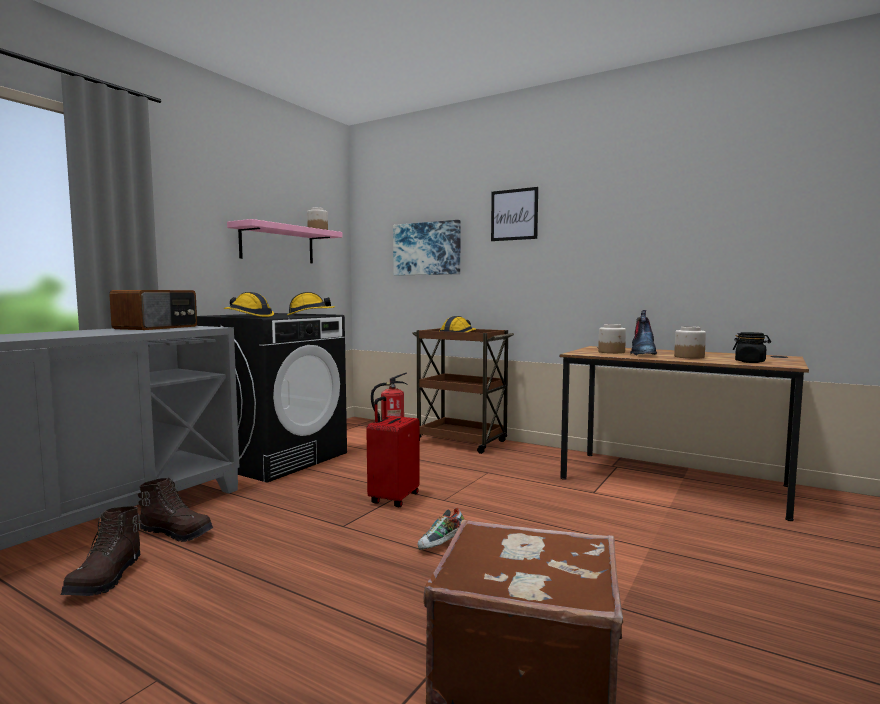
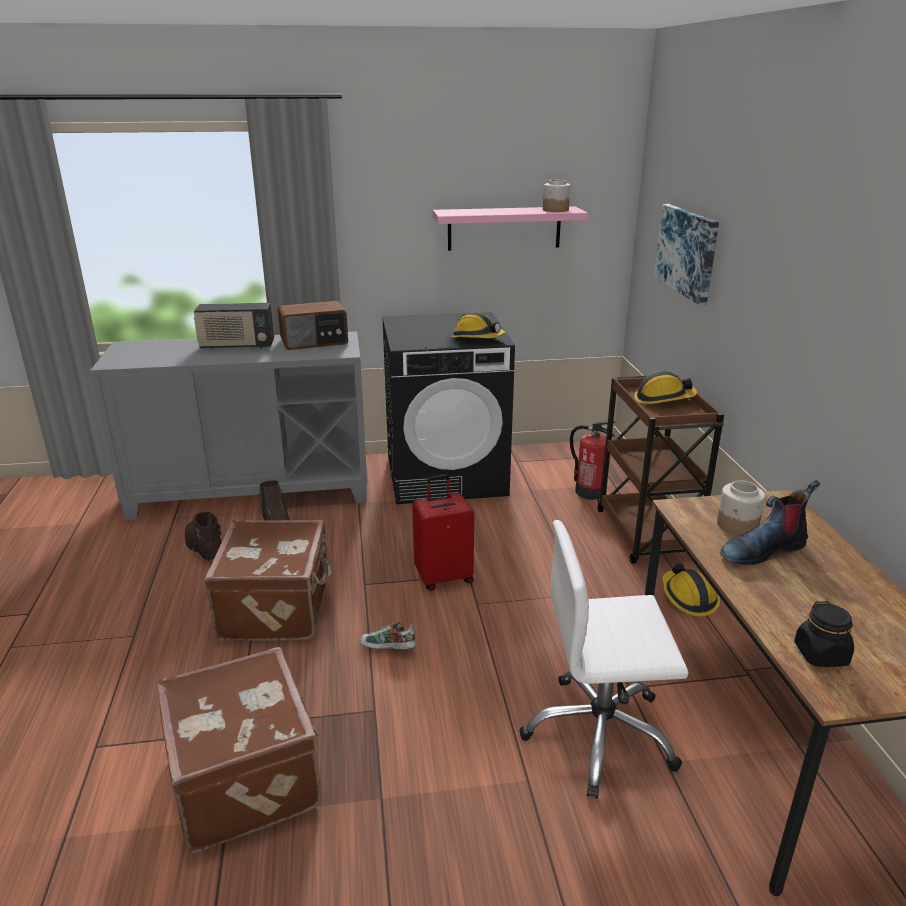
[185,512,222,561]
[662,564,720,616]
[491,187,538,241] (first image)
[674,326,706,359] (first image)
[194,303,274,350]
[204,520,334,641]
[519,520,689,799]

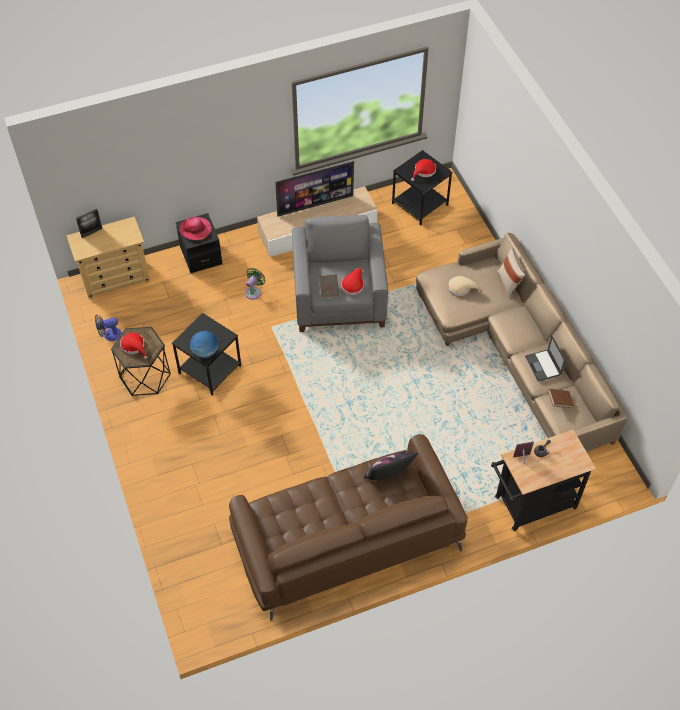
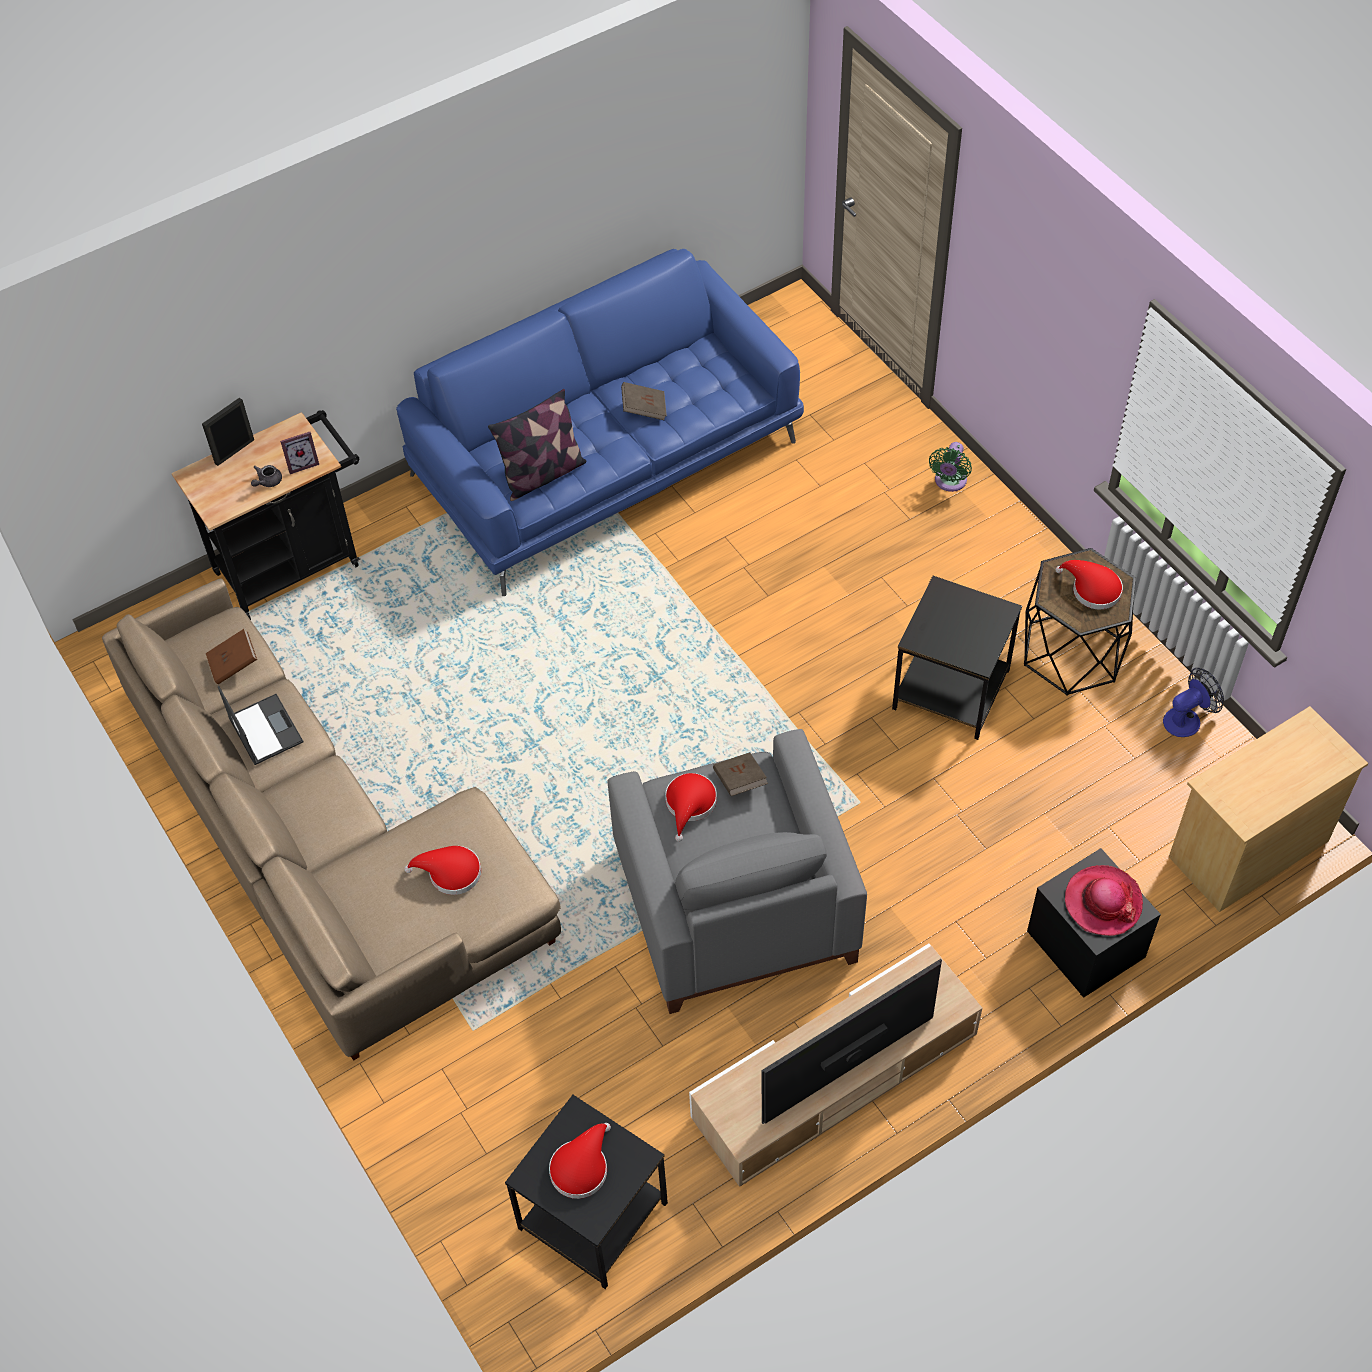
[202,397,254,466]
[190,331,219,359] (first image)
[396,249,804,596]
[929,442,972,492]
[405,846,481,895]
[497,248,526,298] (first image)
[621,382,667,420]

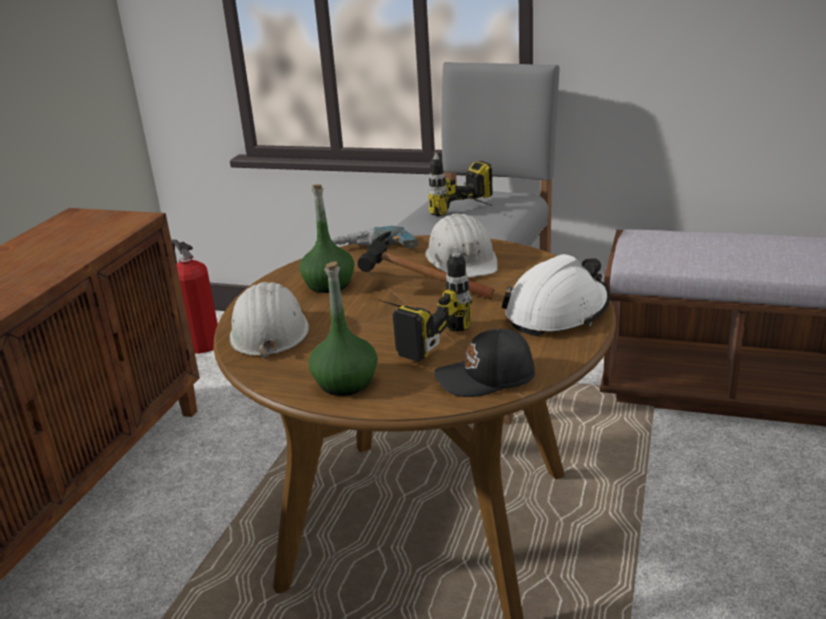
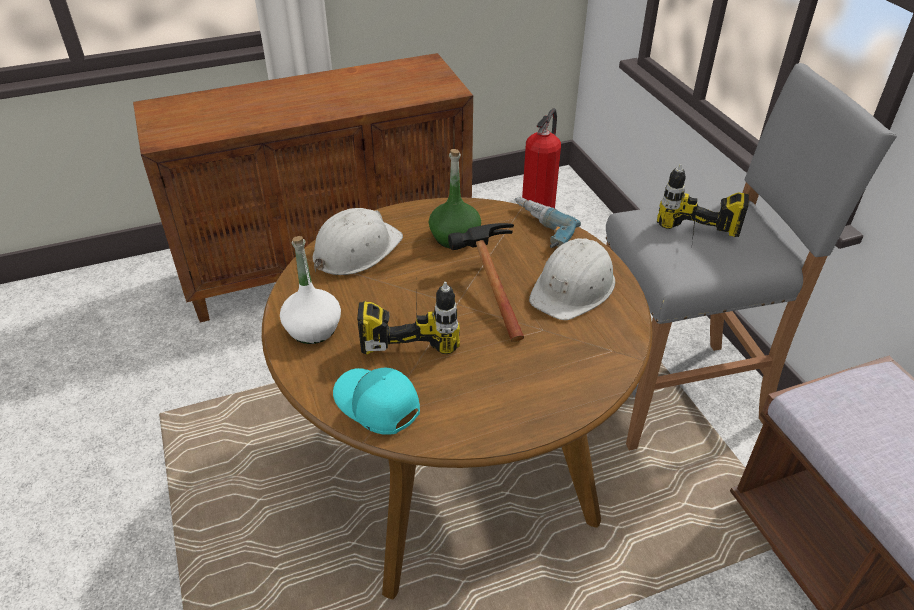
[280,236,341,344]
[333,368,420,435]
[501,254,610,336] (first image)

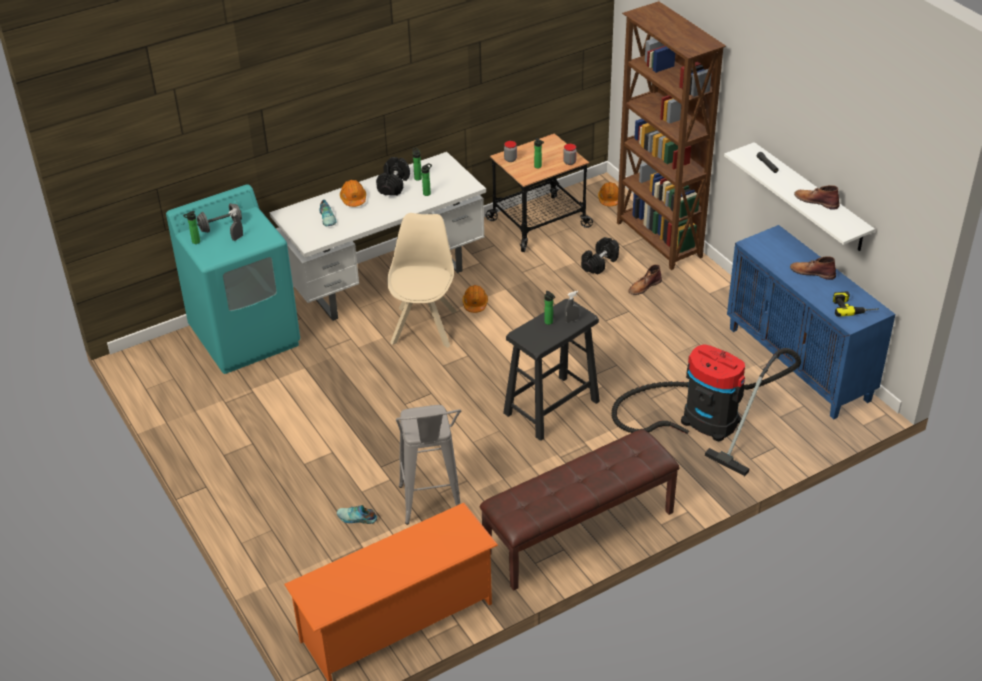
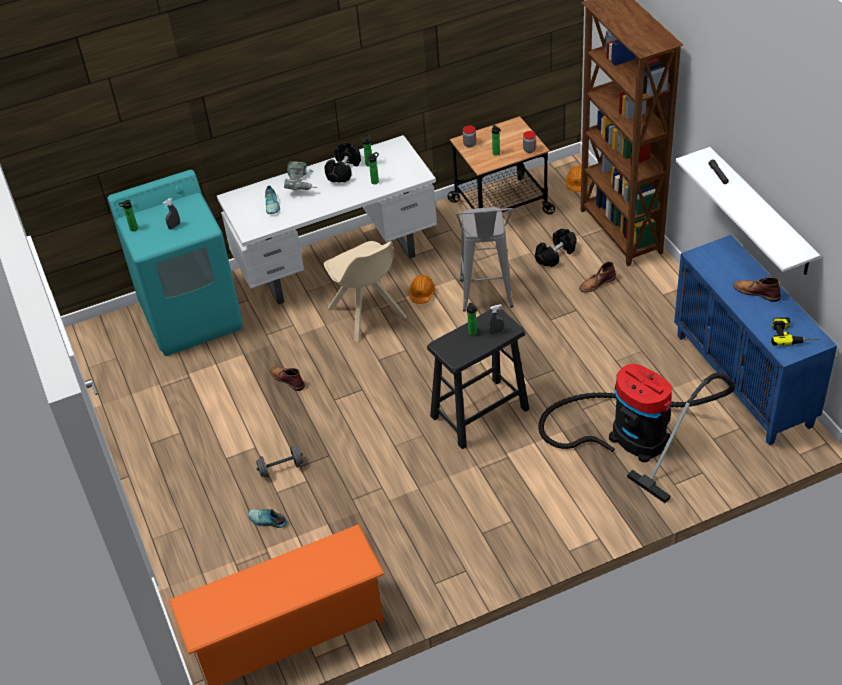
[256,446,303,478]
[284,161,317,190]
[324,241,406,342]
[456,207,513,312]
[480,429,680,591] (first image)
[270,367,305,391]

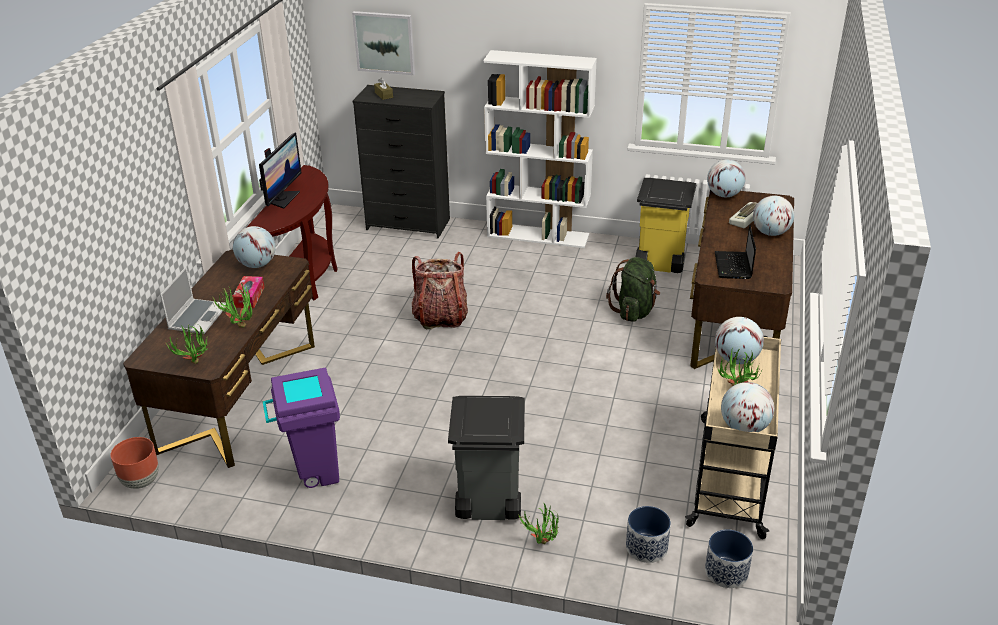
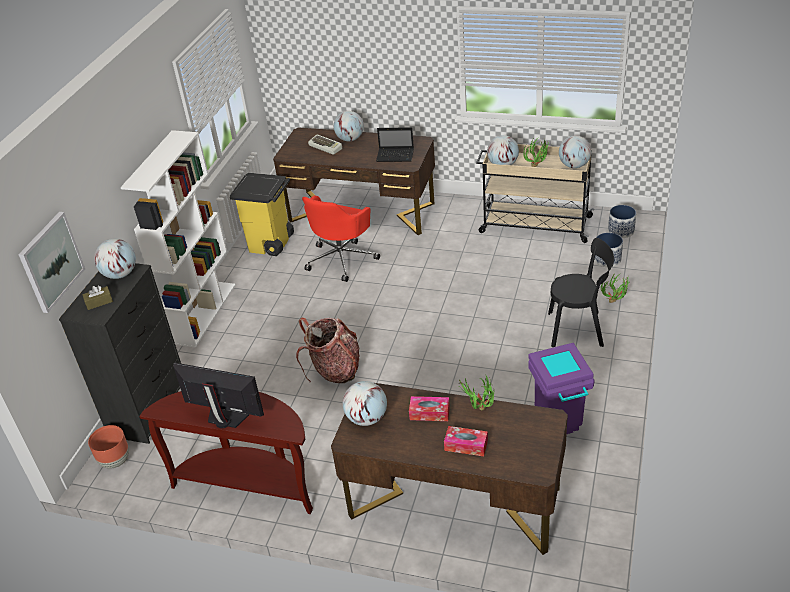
[88,425,129,469]
[444,426,488,456]
[165,325,209,364] (first image)
[548,238,614,347]
[302,196,380,282]
[94,239,136,279]

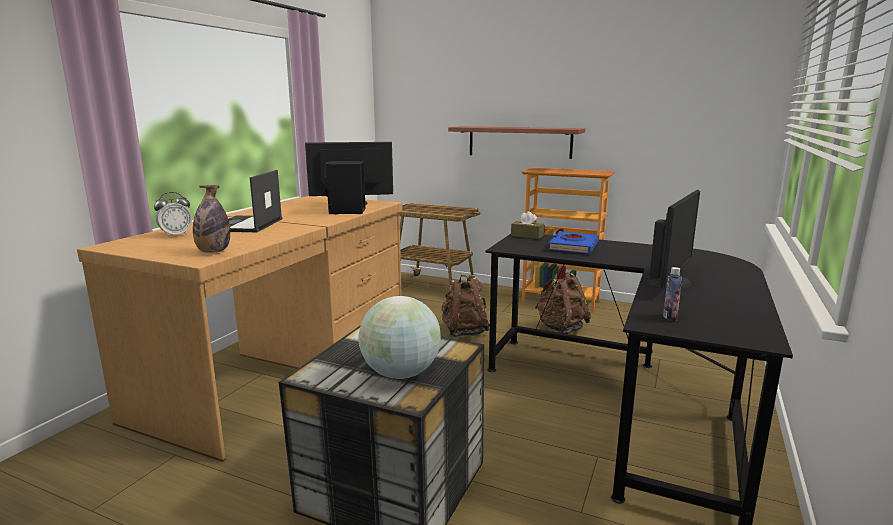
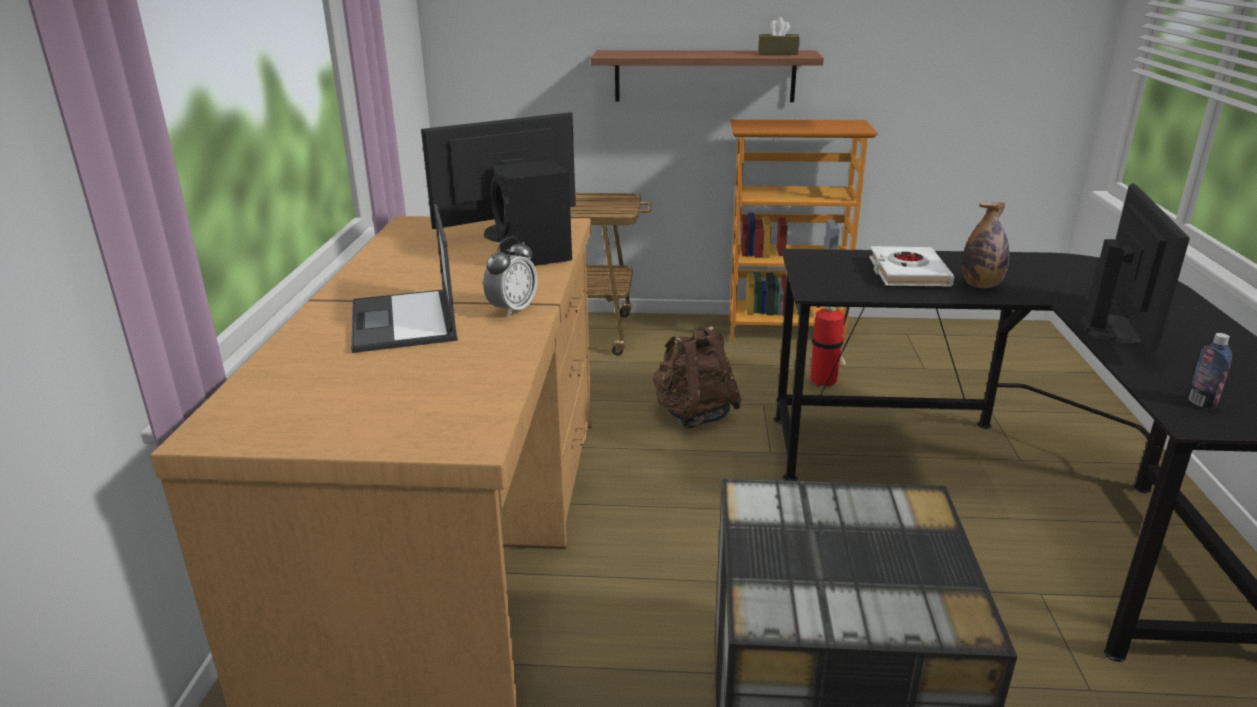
[483,236,538,317]
[962,202,1009,288]
[358,296,441,379] (first image)
[758,17,799,55]
[810,306,849,387]
[869,246,954,287]

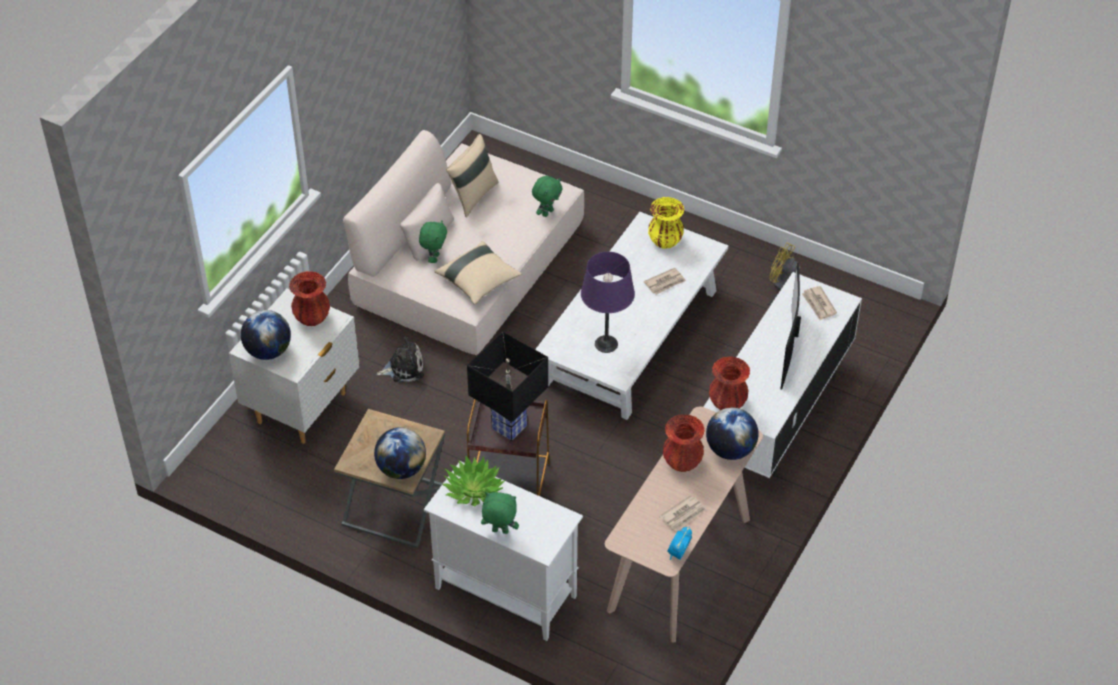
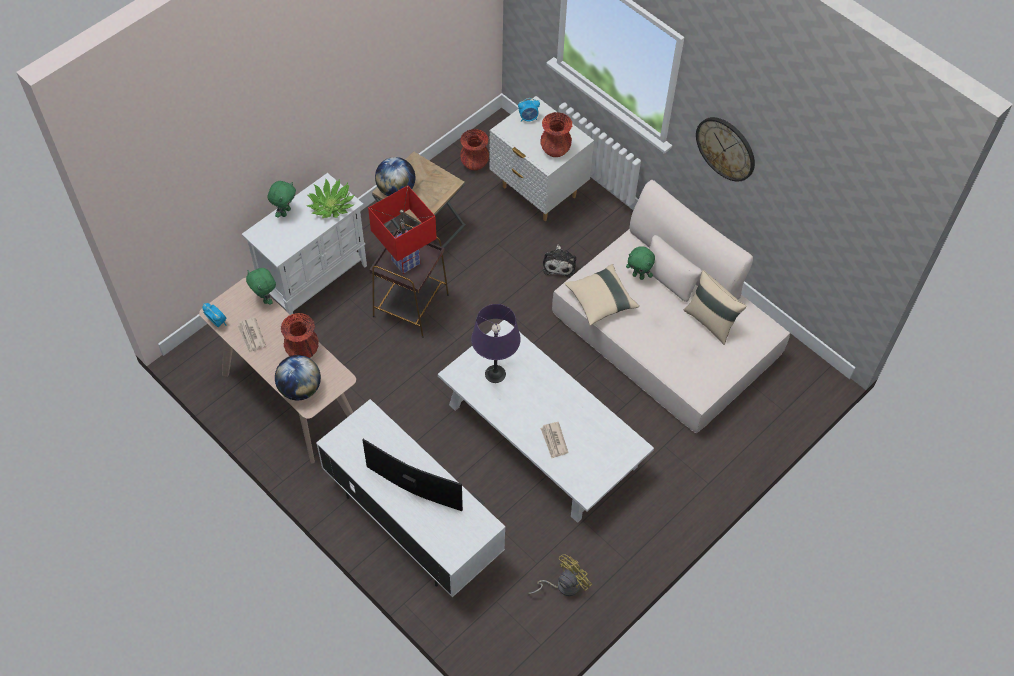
[518,98,540,122]
[368,186,437,274]
[246,268,276,305]
[648,197,684,249] (first image)
[460,129,489,171]
[802,286,837,320] (first image)
[696,117,755,181]

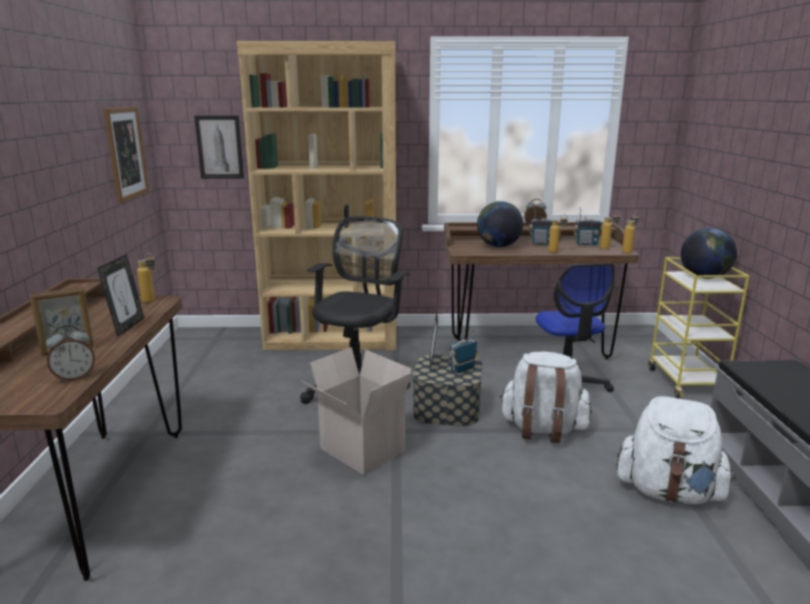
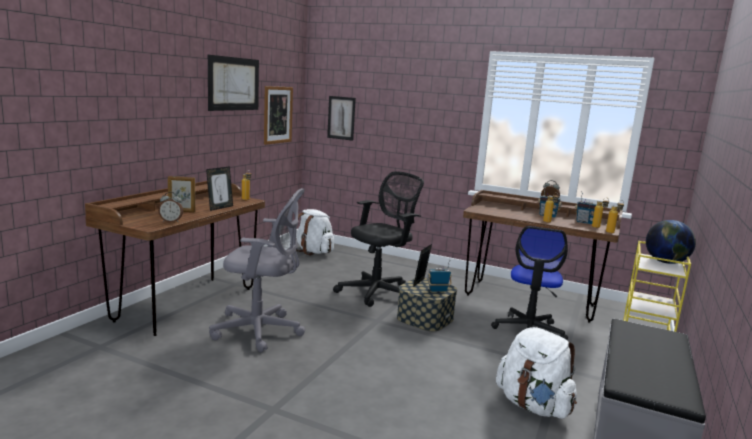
[237,41,397,350] (first image)
[301,347,412,475] (first image)
[477,201,523,247] (first image)
[296,209,334,255]
[208,55,259,111]
[209,188,305,352]

